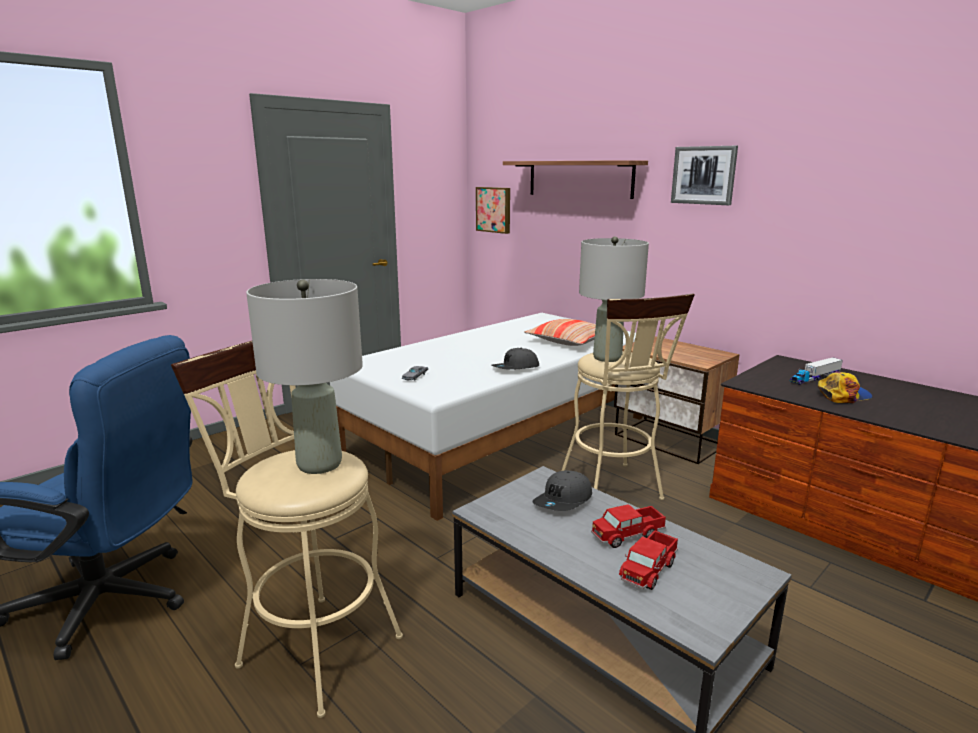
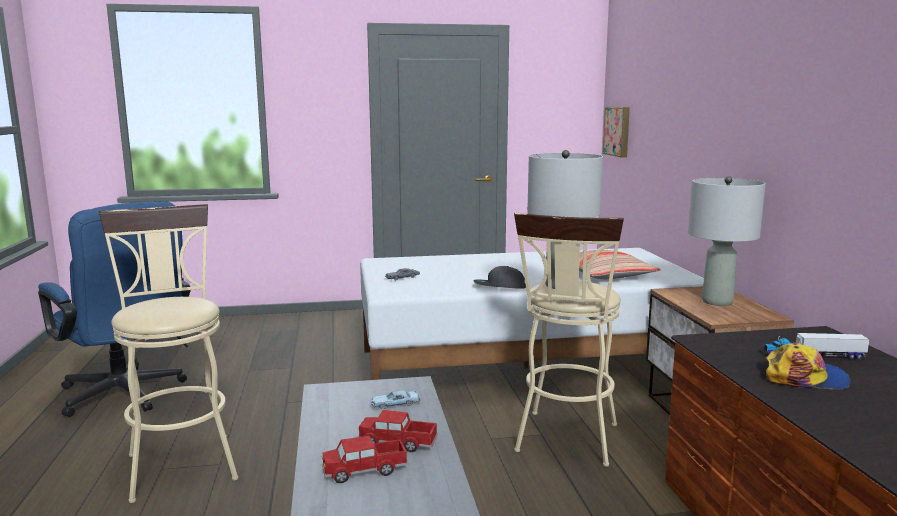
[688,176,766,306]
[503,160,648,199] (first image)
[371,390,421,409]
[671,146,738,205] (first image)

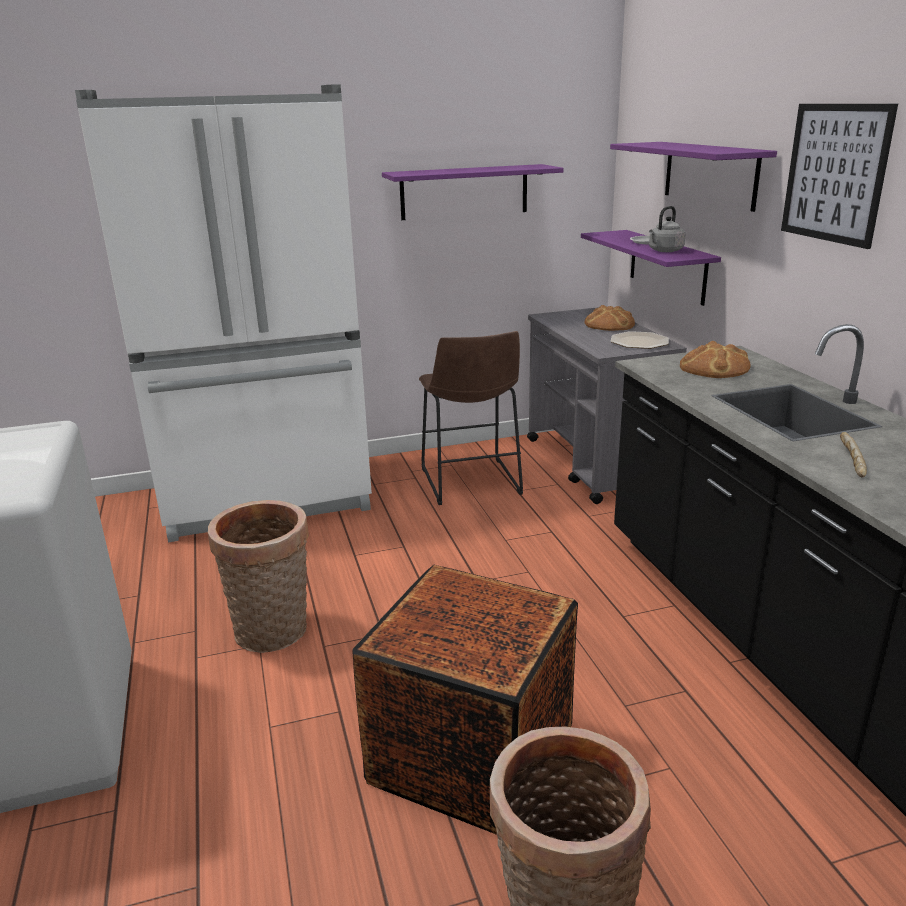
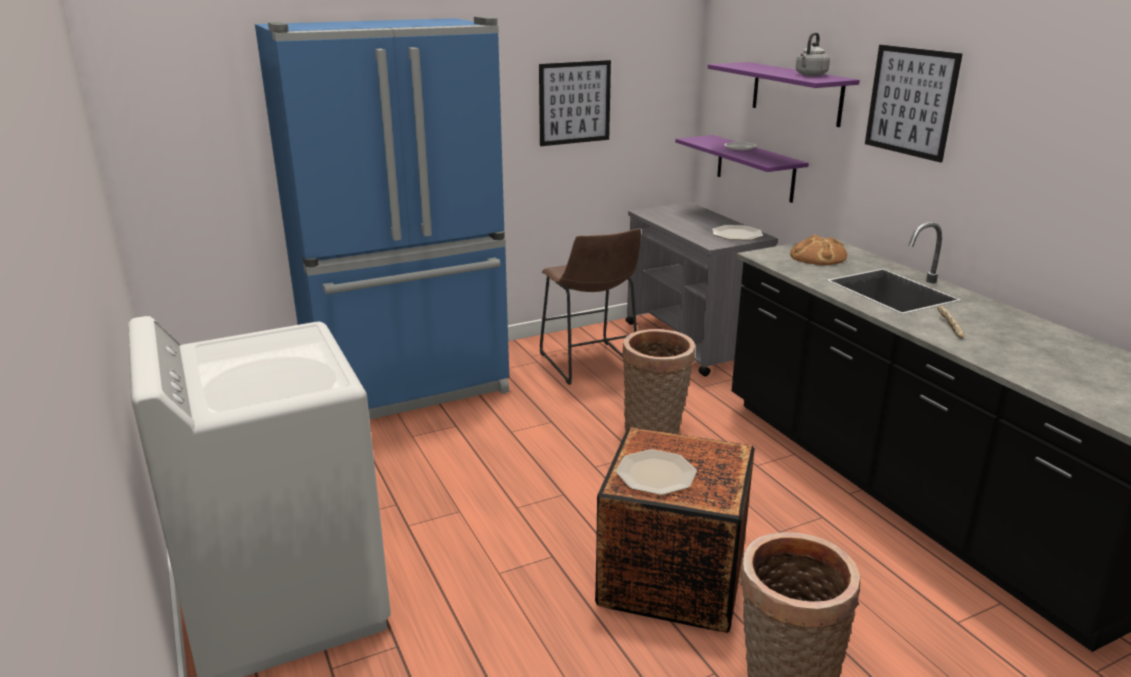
[255,16,509,419]
[622,329,695,434]
[539,60,611,146]
[585,305,635,331] (first image)
[796,32,830,76]
[616,449,697,495]

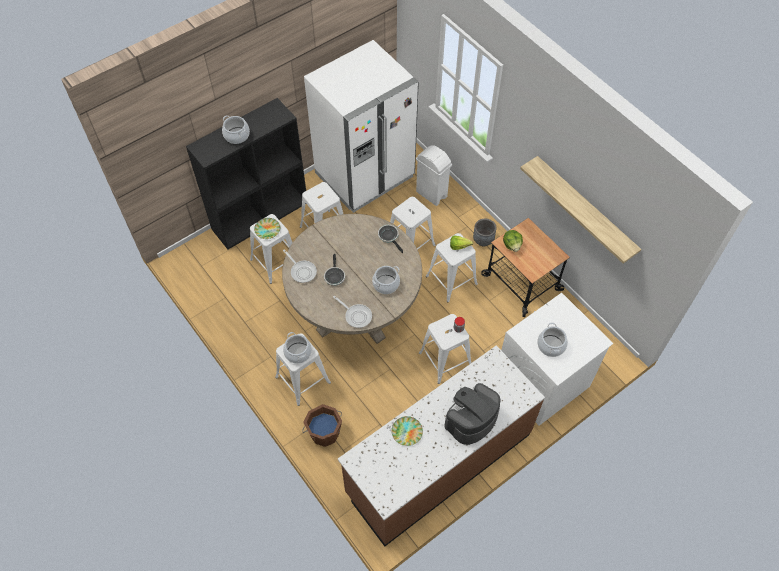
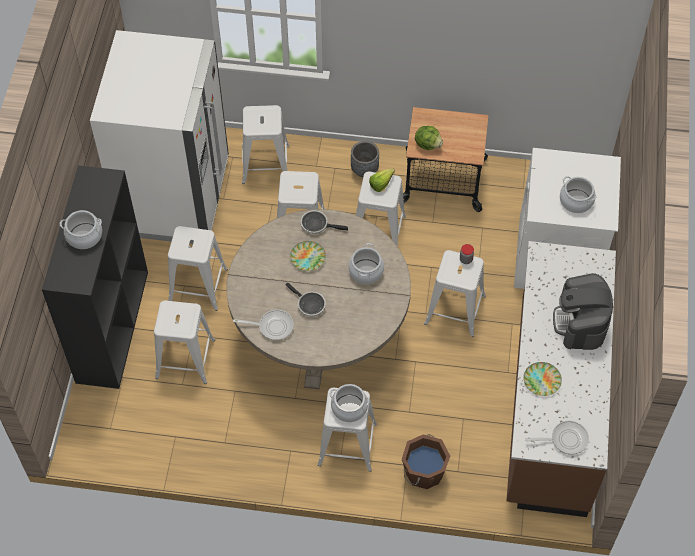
[290,241,326,271]
[525,421,589,455]
[242,105,289,184]
[520,156,641,264] (first image)

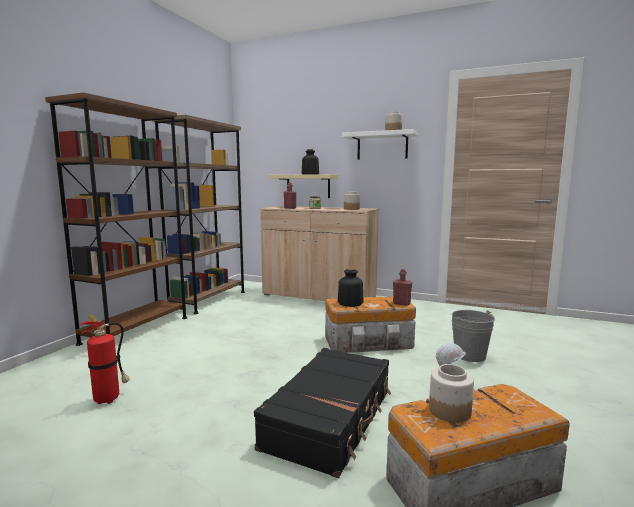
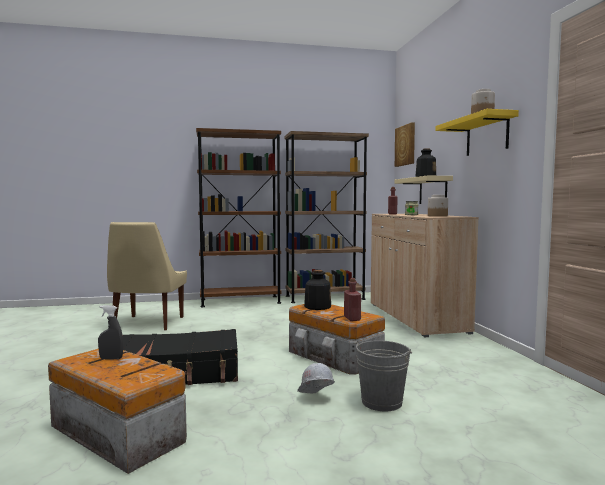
[107,222,187,330]
[436,109,519,156]
[98,305,123,360]
[395,122,415,167]

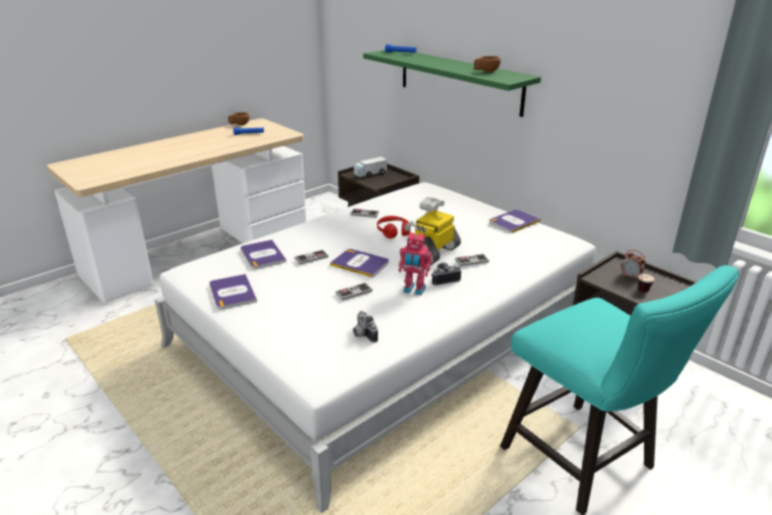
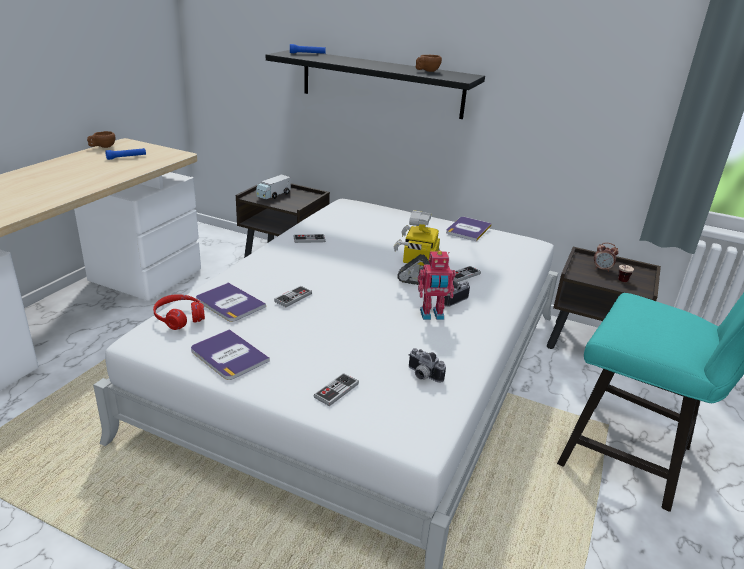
[330,249,389,278] (first image)
[314,373,359,406]
[266,50,485,119]
[153,294,205,330]

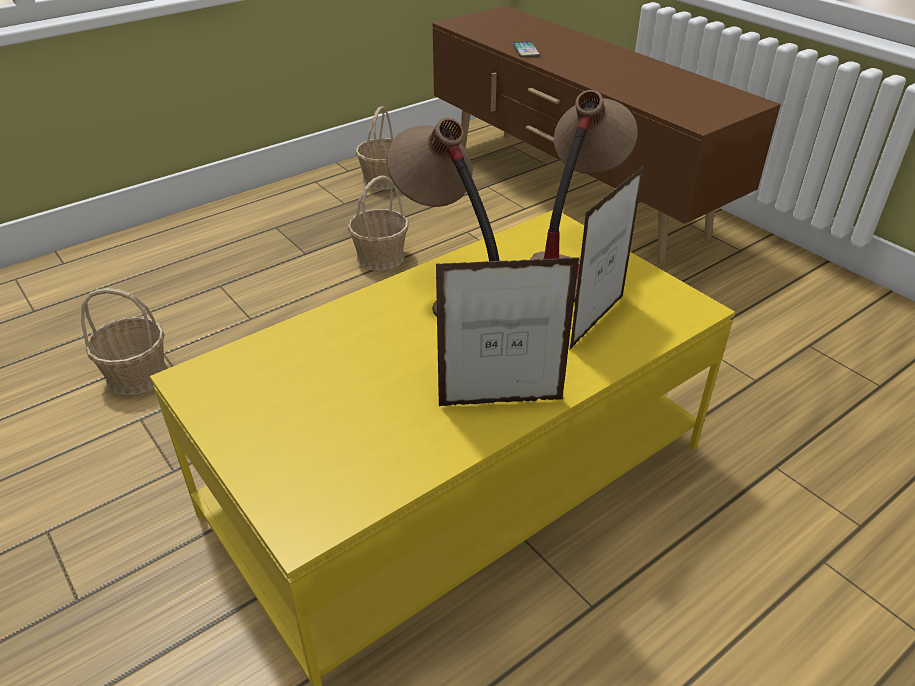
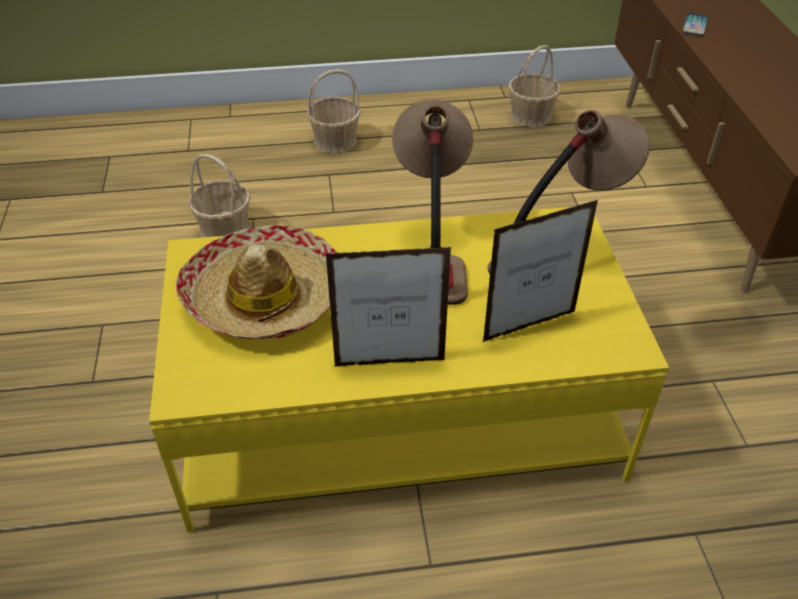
[307,69,361,153]
[325,247,451,367]
[176,226,338,339]

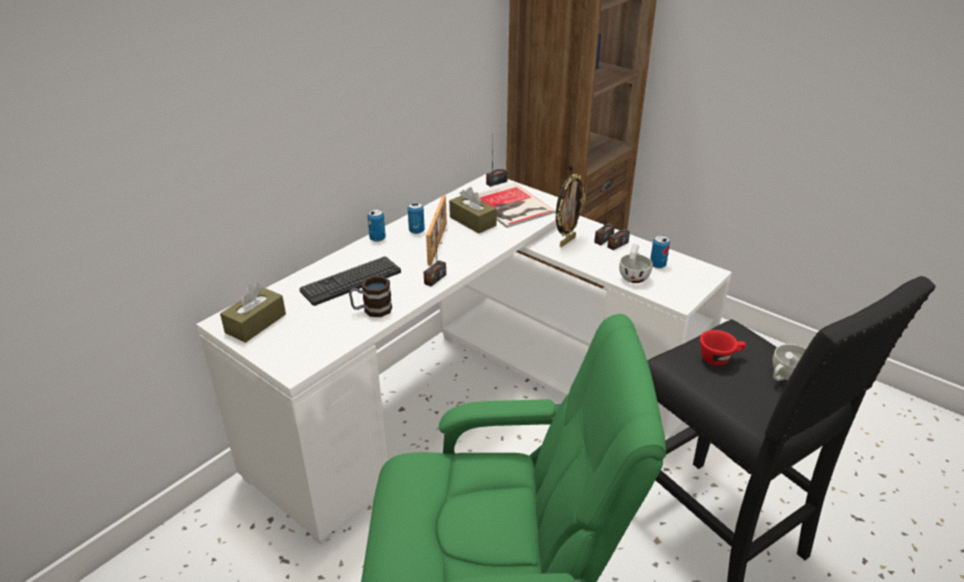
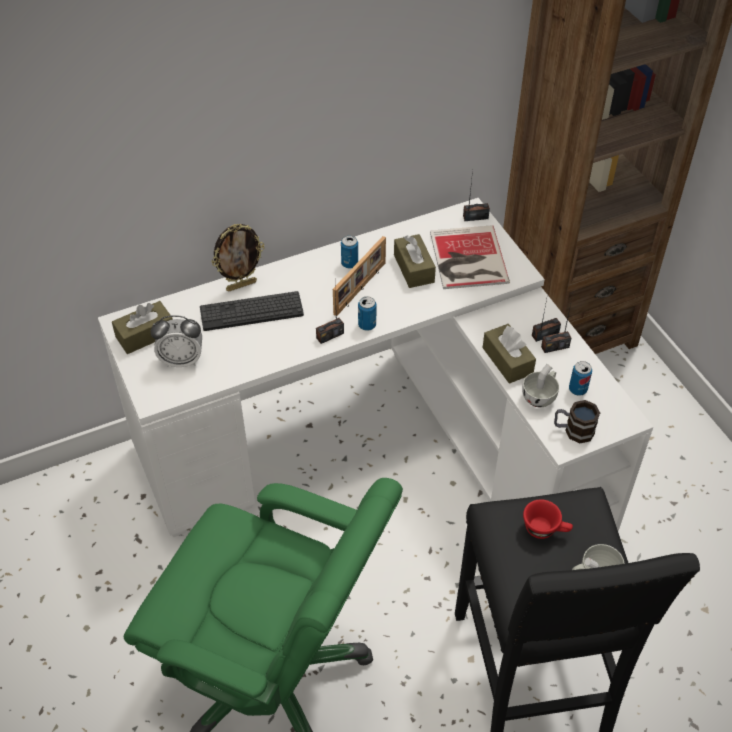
[554,400,600,443]
[358,297,376,331]
[212,224,265,291]
[151,315,202,367]
[483,324,536,383]

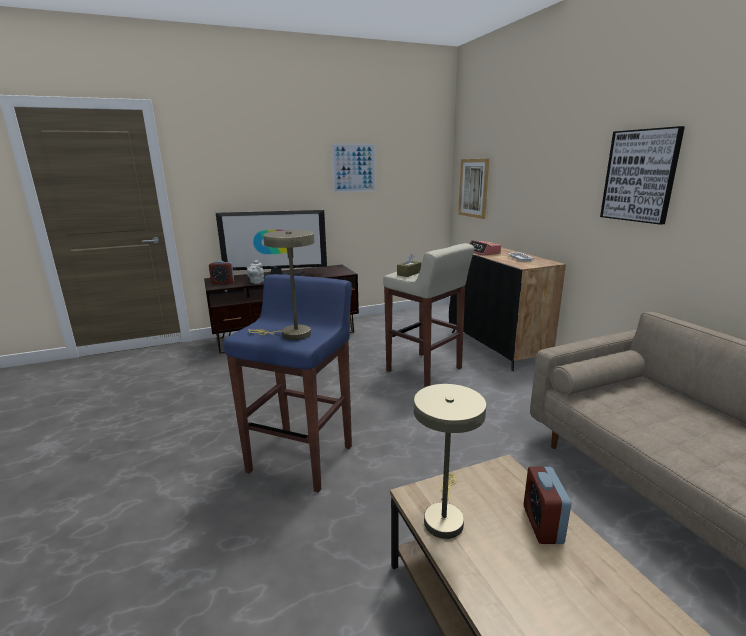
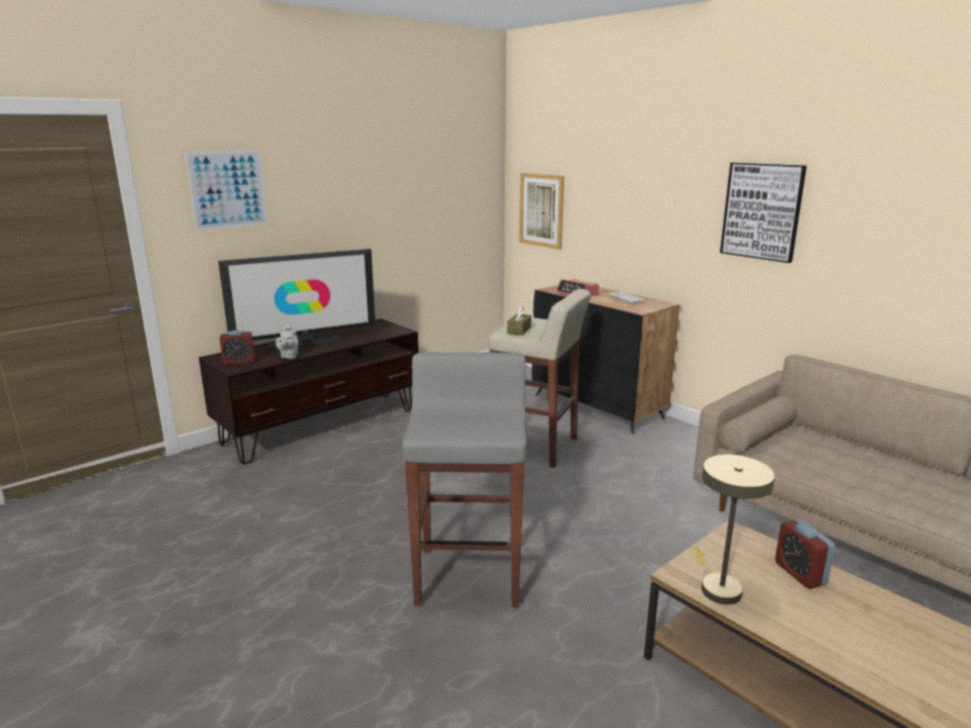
[402,352,527,607]
[248,230,314,340] (first image)
[185,150,268,231]

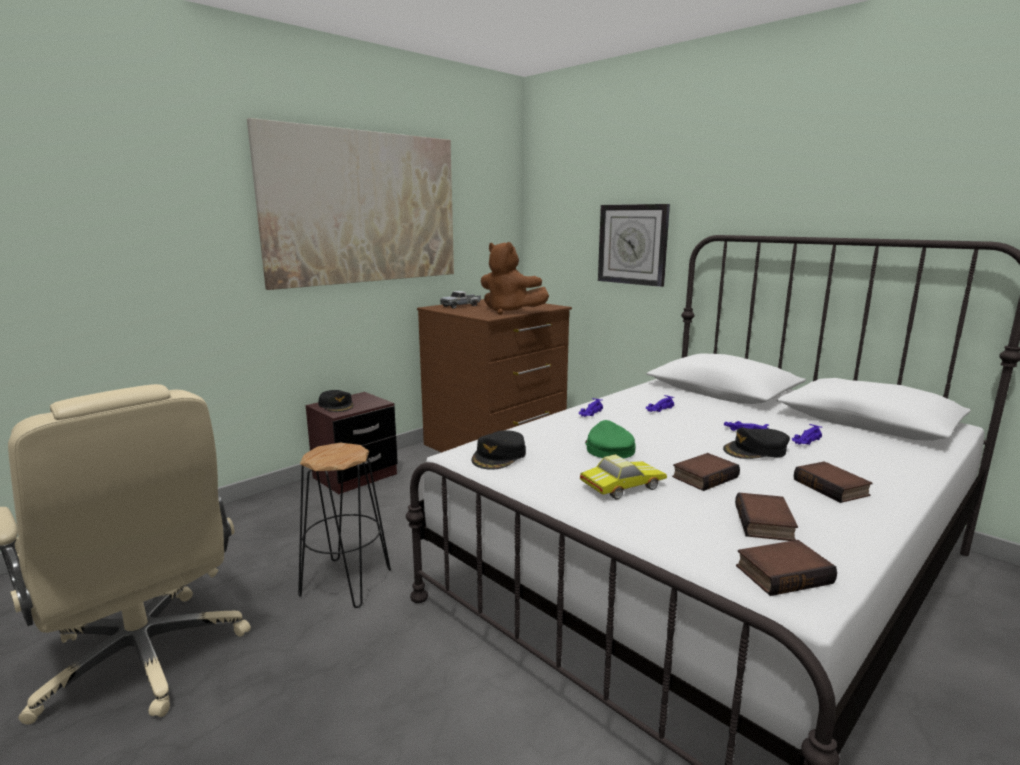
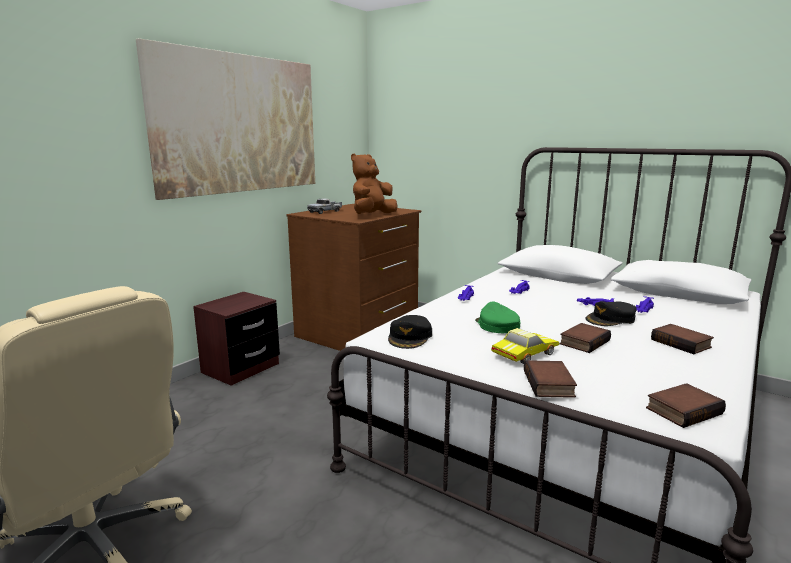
[298,443,391,608] (first image)
[318,390,354,412] (first image)
[351,154,398,214]
[598,204,670,287] (first image)
[524,360,577,398]

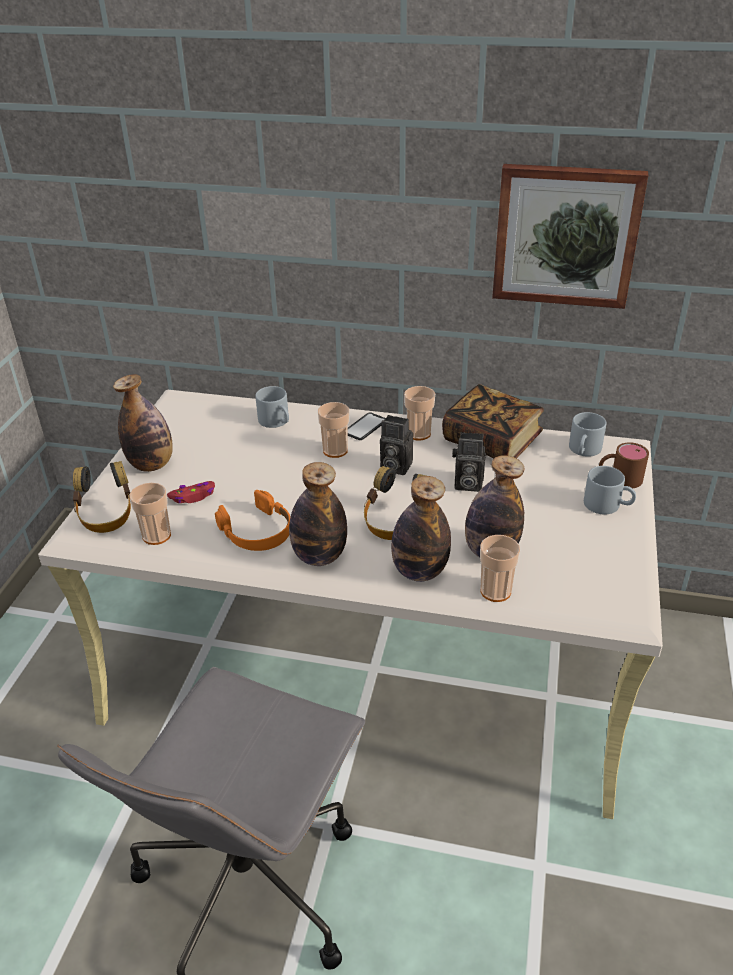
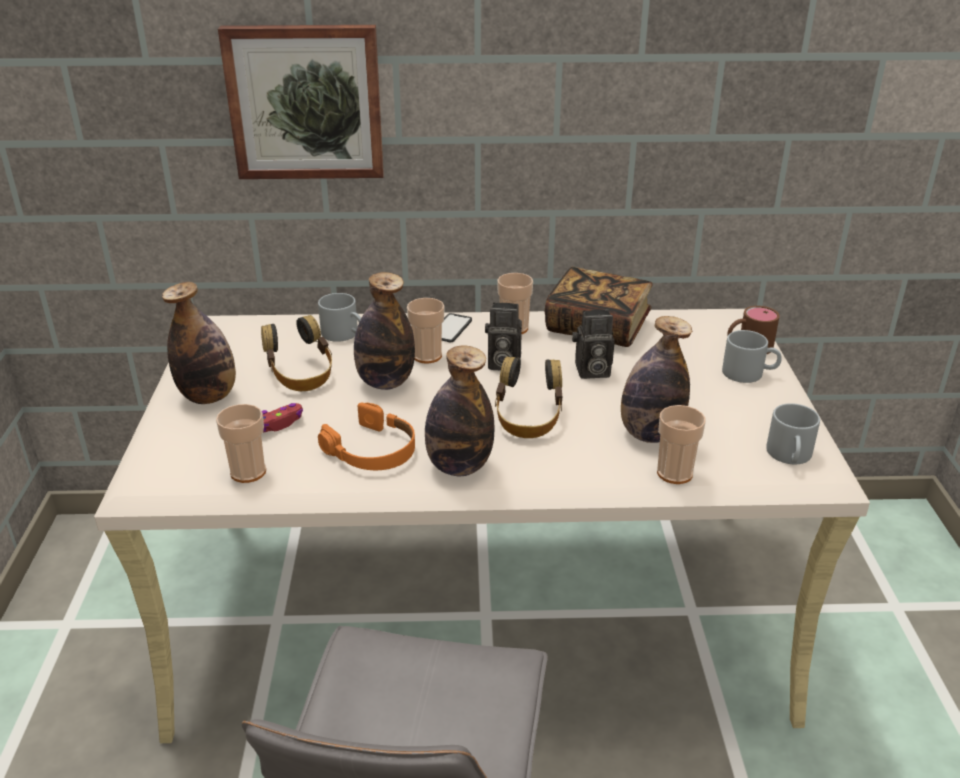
[261,315,332,391]
[354,272,415,390]
[218,25,384,179]
[766,403,820,464]

